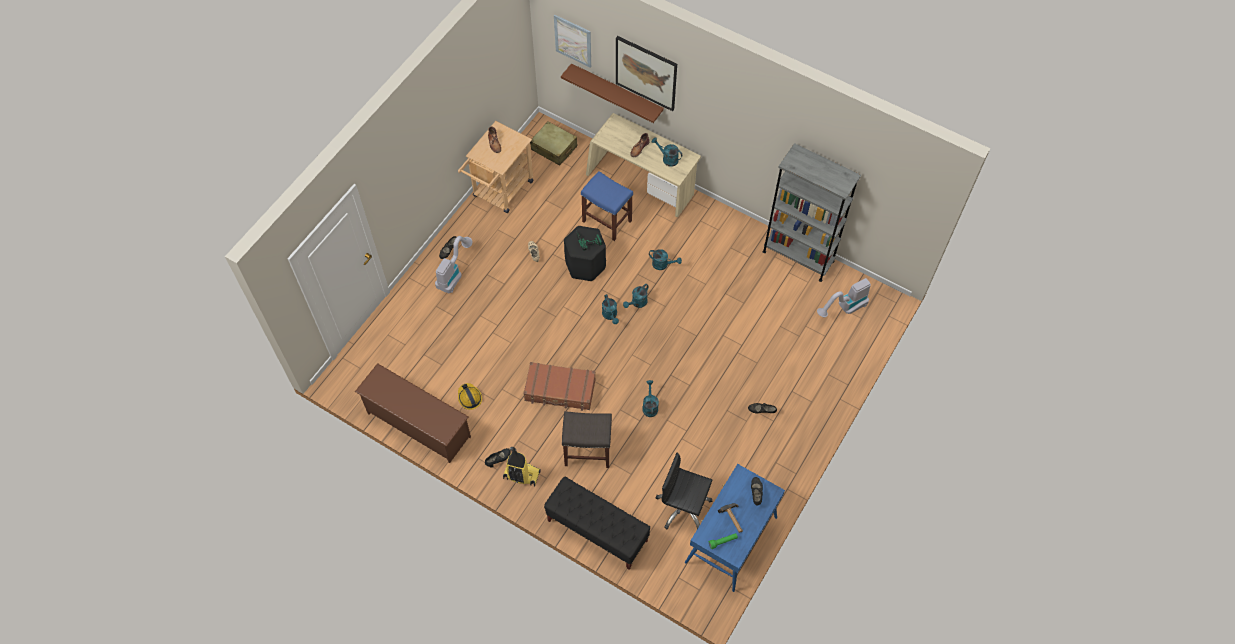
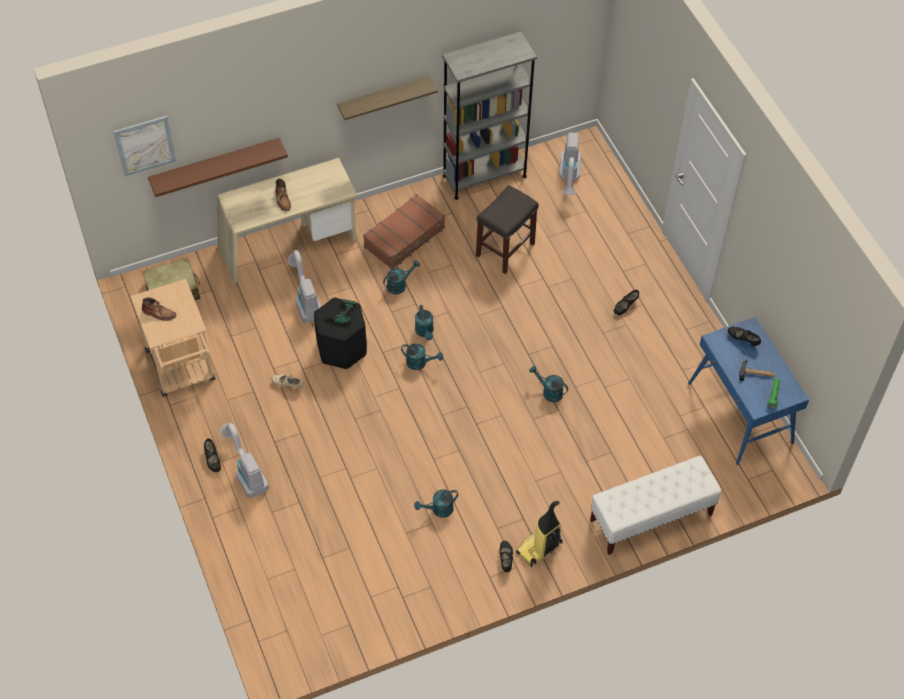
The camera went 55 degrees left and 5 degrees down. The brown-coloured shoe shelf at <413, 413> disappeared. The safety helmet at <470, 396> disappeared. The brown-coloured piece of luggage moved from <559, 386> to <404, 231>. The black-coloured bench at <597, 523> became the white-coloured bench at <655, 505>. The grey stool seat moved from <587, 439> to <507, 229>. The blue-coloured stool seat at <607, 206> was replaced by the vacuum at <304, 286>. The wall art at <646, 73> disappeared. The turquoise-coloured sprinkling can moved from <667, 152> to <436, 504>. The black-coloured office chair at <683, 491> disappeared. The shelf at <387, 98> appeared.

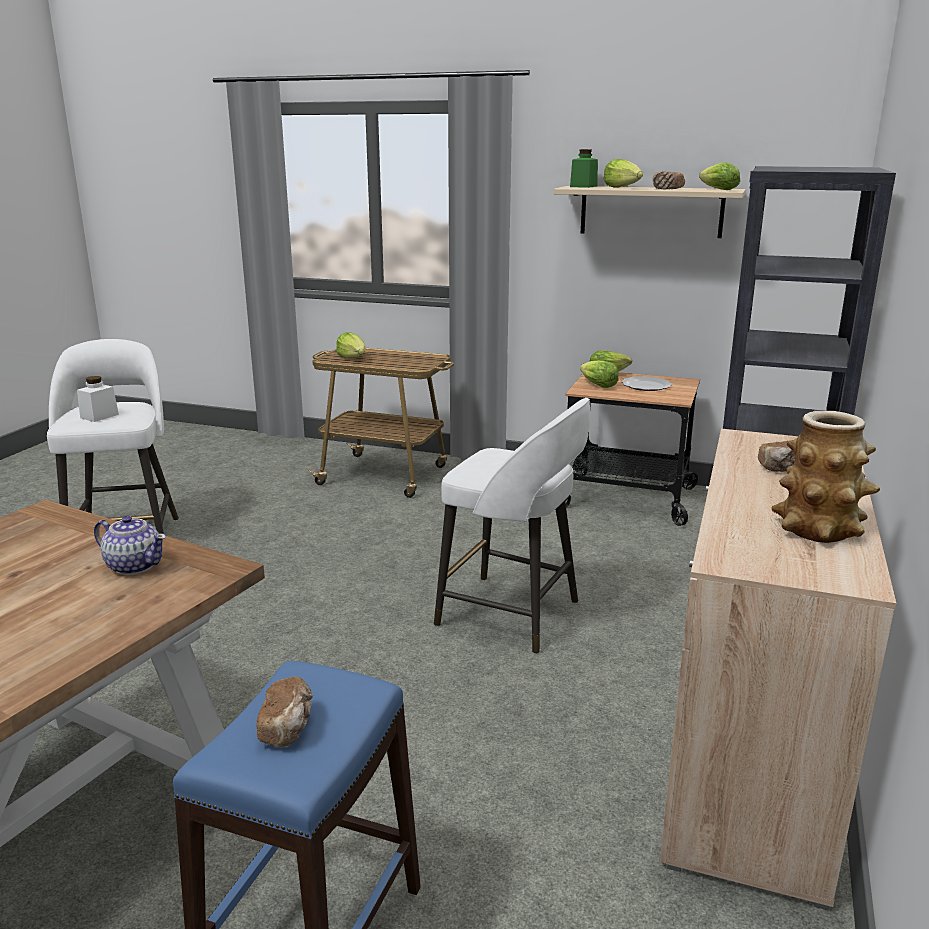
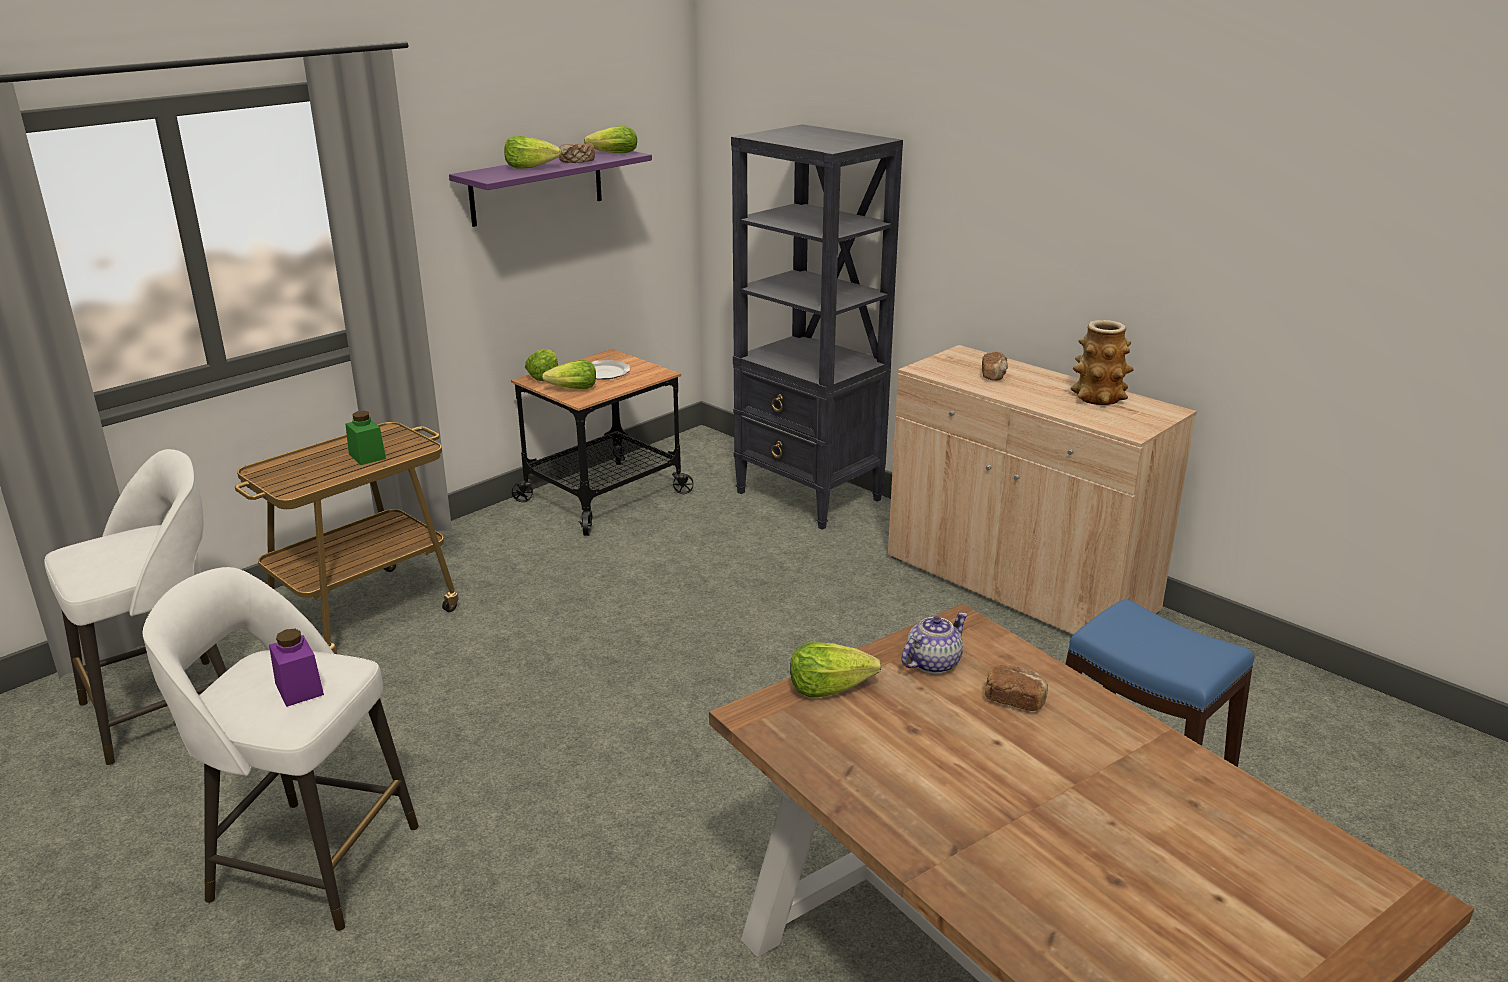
The camera went 65 degrees left and 5 degrees up. The white-coloured storage jar at <98, 399> became the purple-coloured storage jar at <296, 668>. The bread moved from <284, 712> to <1016, 688>. The head of lettuce moved from <351, 345> to <836, 670>. The white-coloured stool seat moved from <512, 526> to <135, 607>. The sand-coloured shelf at <649, 212> became the purple-coloured shelf at <550, 188>. The green storage jar moved from <584, 168> to <365, 438>.

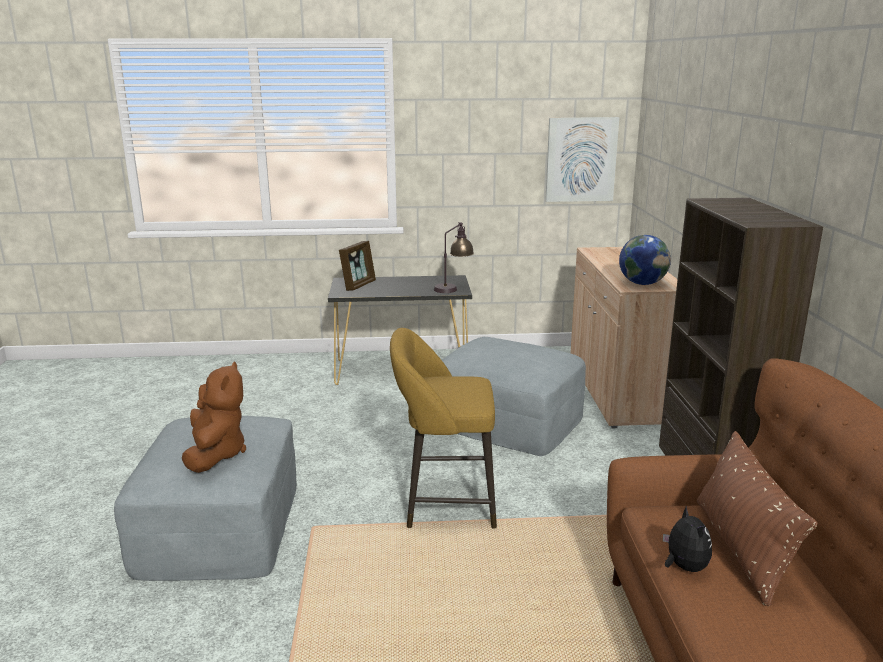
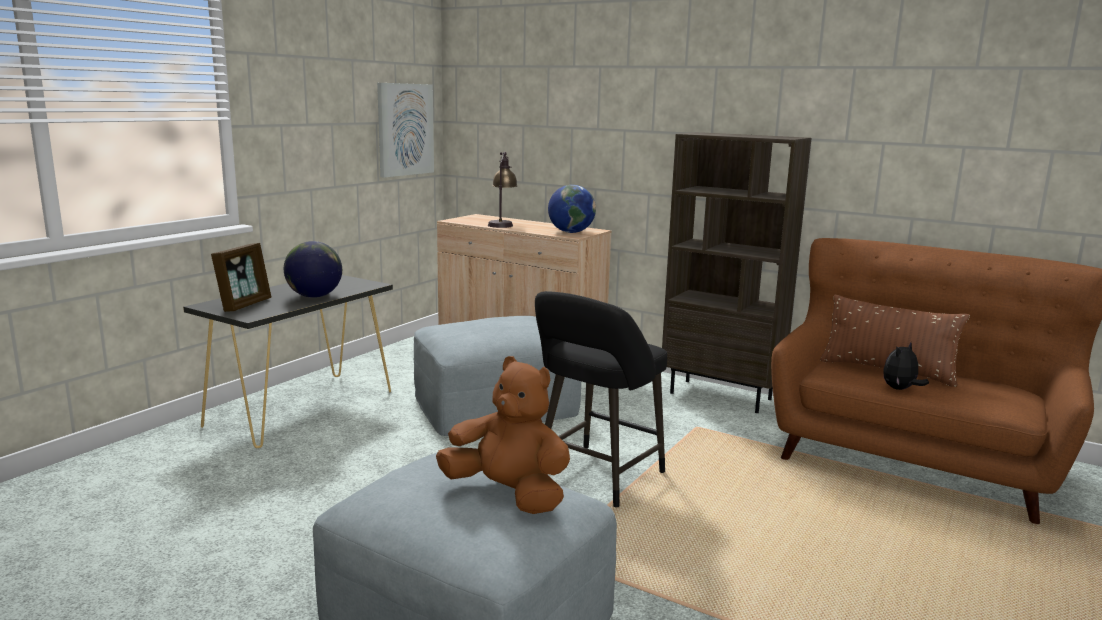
The camera went 55 degrees left and 5 degrees down. The standing frame at <357, 266> turned 45 degrees clockwise. The yellowish stool seat at <443, 428> became the black-coloured stool seat at <601, 399>. The lamp for a table moved from <454, 257> to <503, 190>. The soft toy at <687, 539> turned 60 degrees counterclockwise. The globe at <313, 269> appeared.

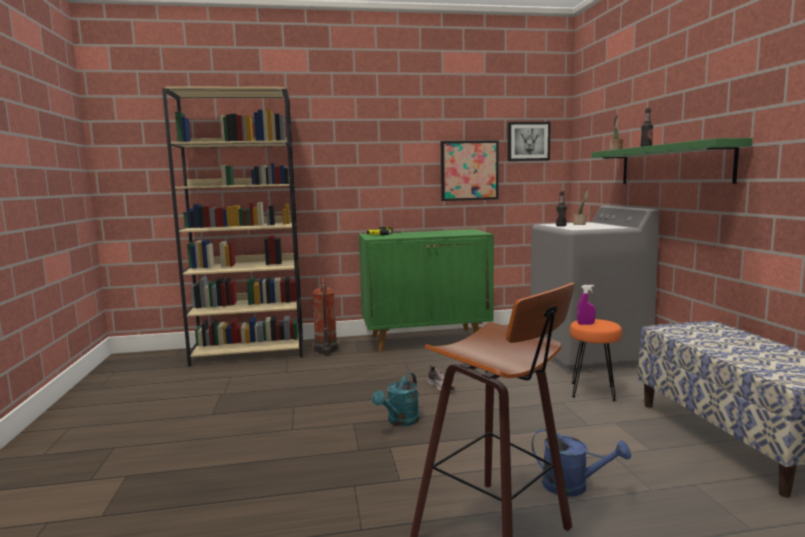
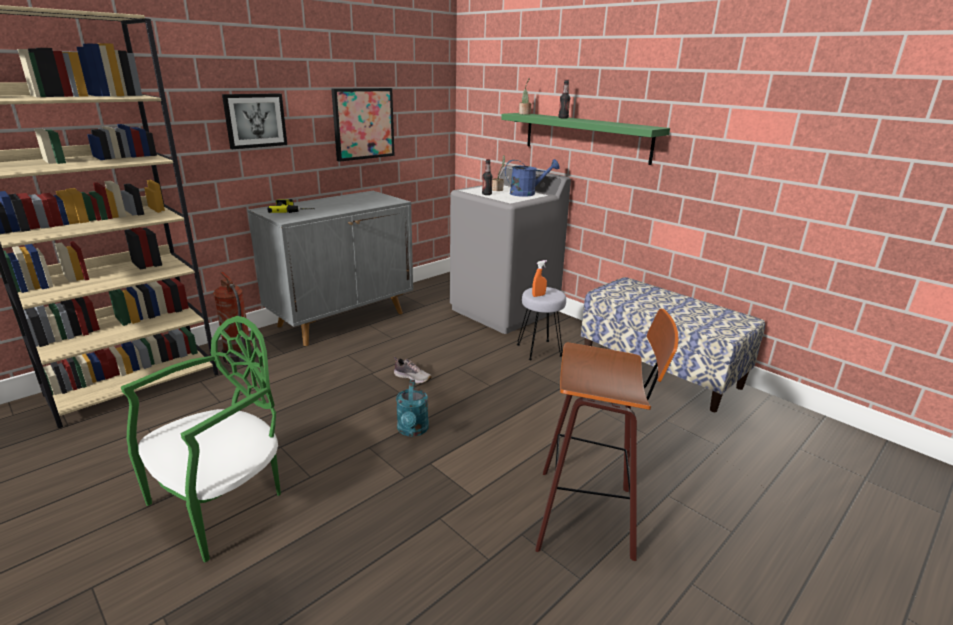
The camera went 35 degrees left and 15 degrees up. The green cupboard at <426, 290> became the grey cupboard at <330, 268>. The wall art moved from <529, 141> to <254, 121>. The blue-coloured sprinkling can moved from <581, 463> to <532, 178>. The orange stool seat at <596, 360> became the grey stool seat at <541, 323>. The purple-coloured hand sprayer at <586, 305> became the orange hand sprayer at <539, 278>. The green chair at <201, 439> appeared.

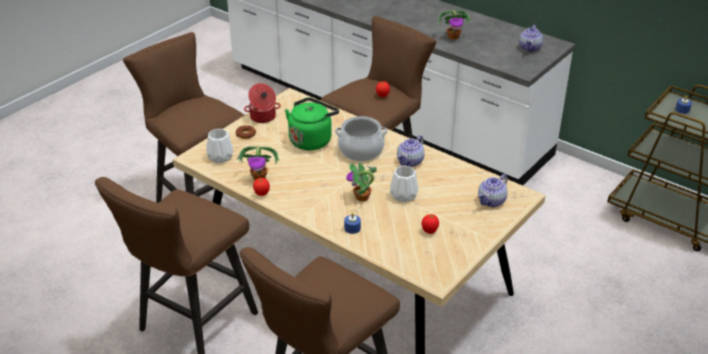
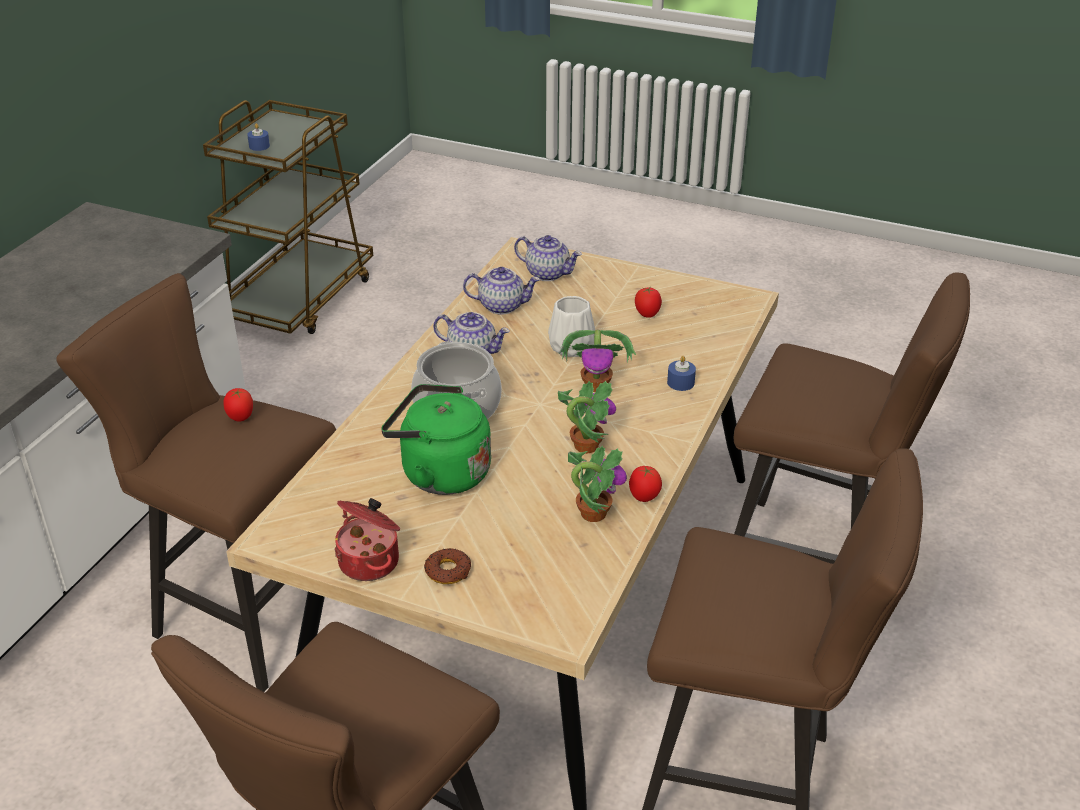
The camera went 105 degrees left and 0 degrees up. The white-coloured vase at <219, 146> disappeared. The potted plant moved from <455, 25> to <587, 417>. The tea pot moved from <531, 38> to <501, 291>.

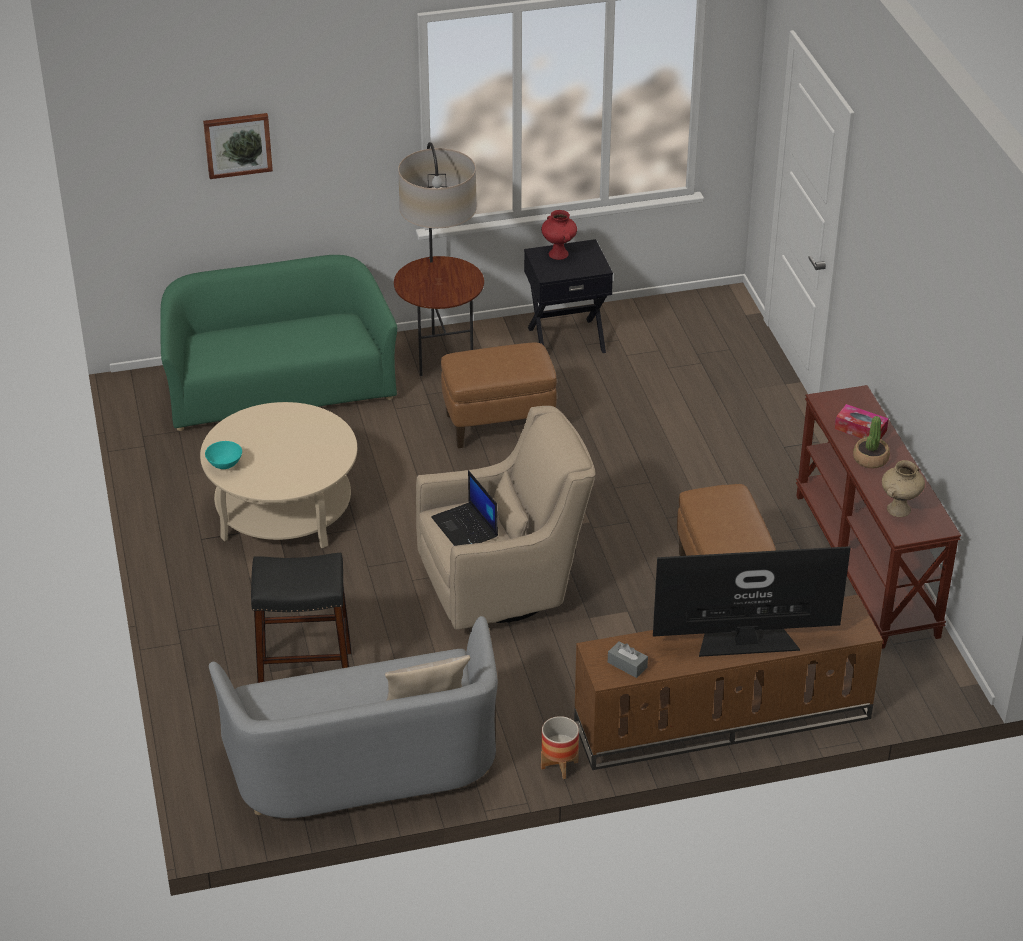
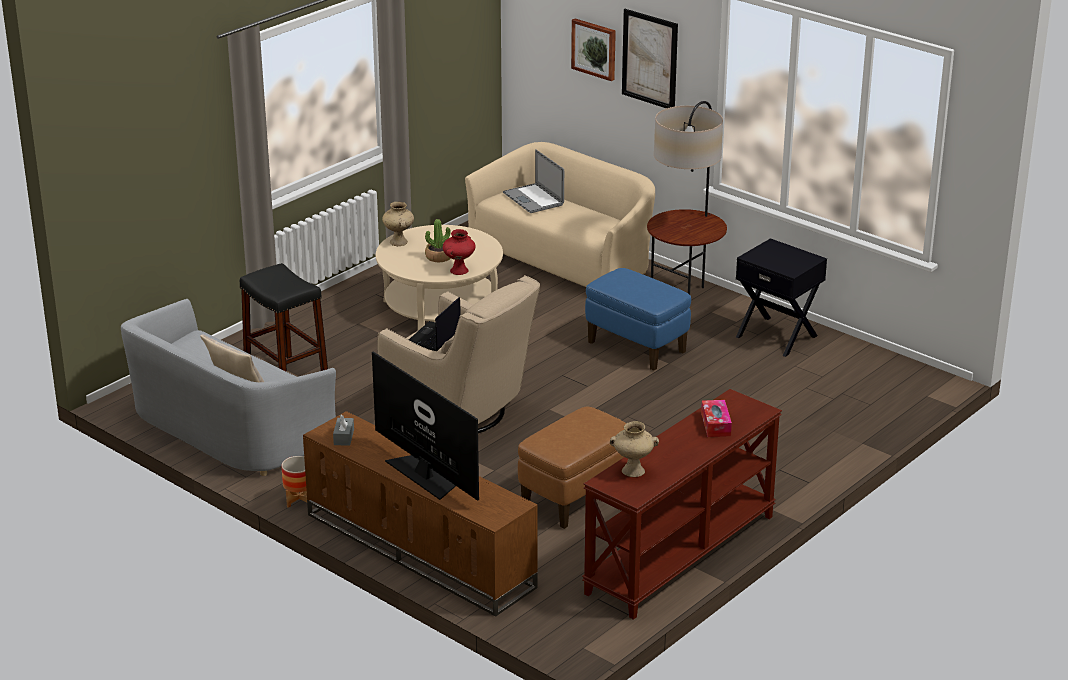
The camera went 55 degrees right and 10 degrees down. The green couch at <278, 343> became the sand-coloured couch at <560, 214>. The turquoise-coloured serving bowl at <223, 455> was replaced by the sand-coloured vase at <398, 223>. The brown-coloured pouffe at <499, 395> became the blue-coloured pouffe at <638, 319>. The red-coloured vase moved from <559, 235> to <459, 252>. The potted plant moved from <871, 442> to <438, 240>. The notebook computer at <533, 181> appeared. The wall art at <650, 58> appeared.

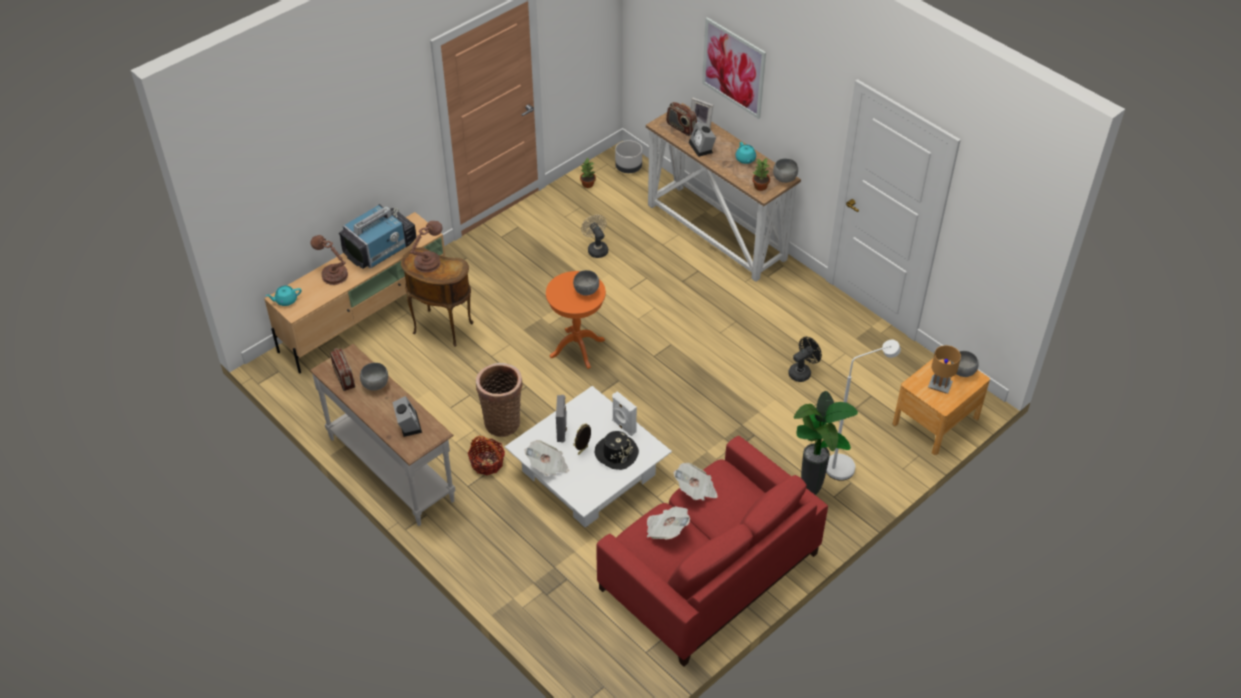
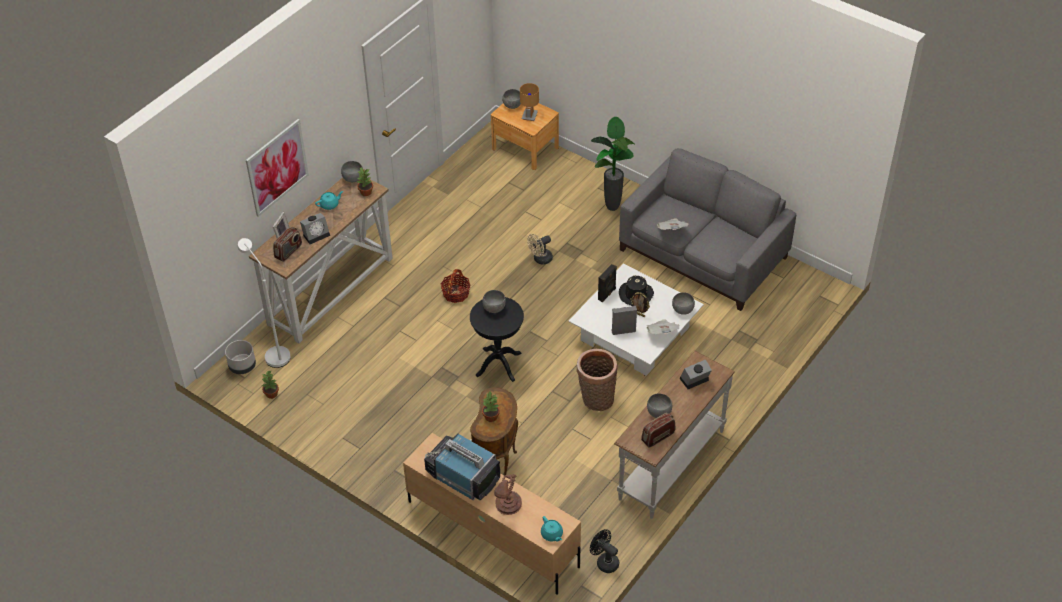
The camera went 100 degrees left and 0 degrees up. The brown-coloured lamp for a table at <426, 247> was replaced by the potted plant at <491, 407>. The basket moved from <486, 455> to <456, 286>. The orange accent table at <576, 320> became the black-coloured accent table at <497, 339>. The sand-coloured electric fan moved from <594, 236> to <540, 249>. The red-coloured couch at <712, 551> became the grey couch at <707, 229>. The white-coloured loudspeaker at <624, 413> became the black-coloured loudspeaker at <607, 283>. The printed paper at <668, 522> disappeared. The black-coloured electric fan moved from <805, 359> to <604, 551>. The white-coloured standard lamp moved from <863, 410> to <264, 303>. The grey serving bowl at <683, 303> appeared.

